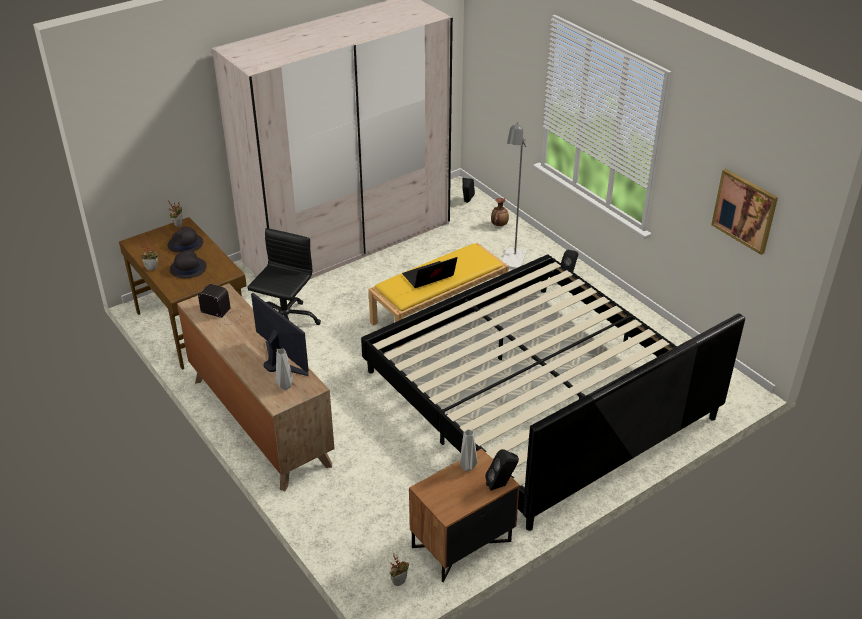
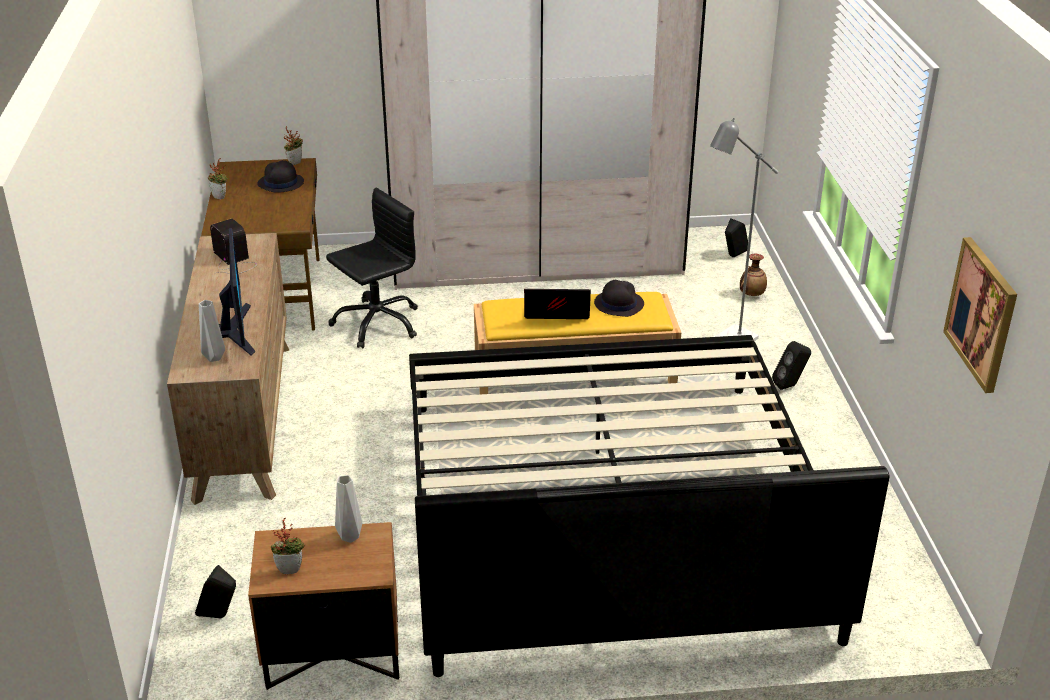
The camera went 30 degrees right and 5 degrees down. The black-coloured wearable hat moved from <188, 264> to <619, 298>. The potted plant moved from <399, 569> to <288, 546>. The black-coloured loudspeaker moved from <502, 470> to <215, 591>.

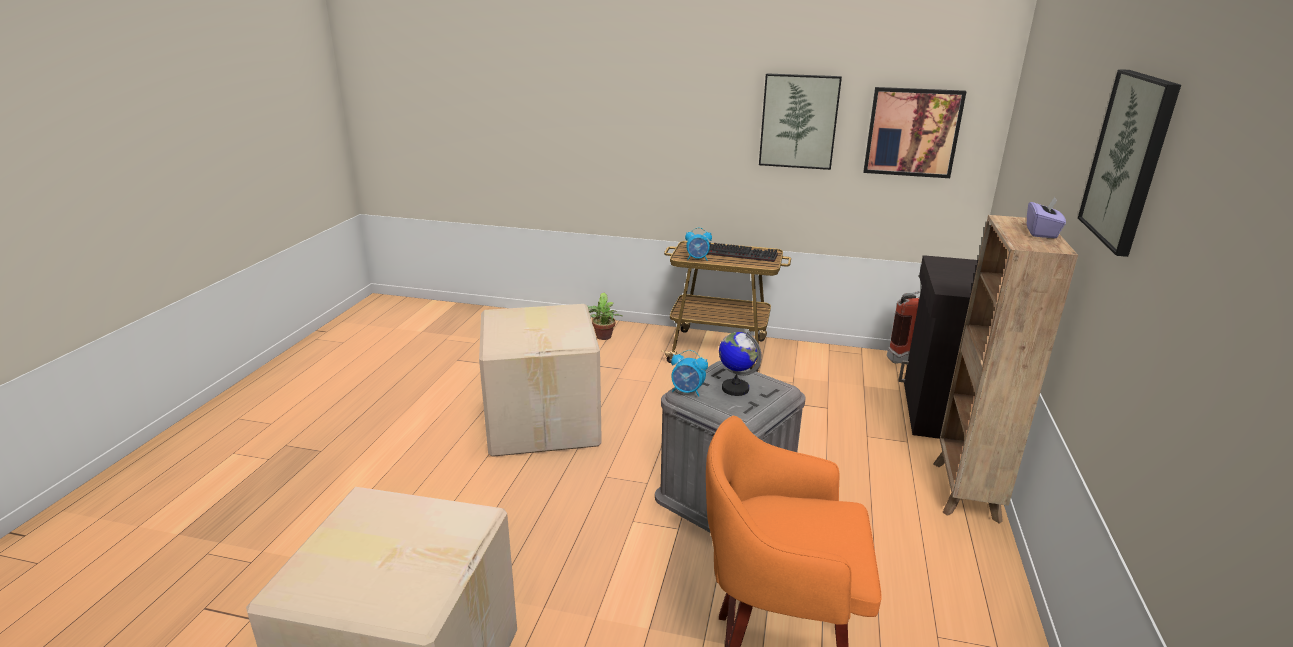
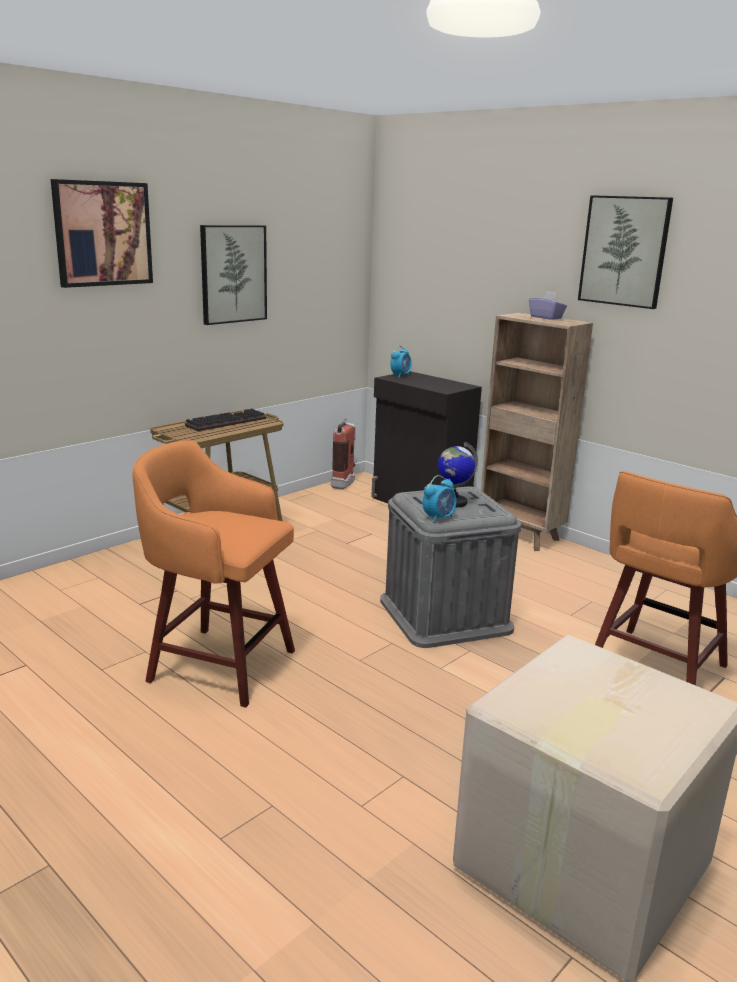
The camera went 60 degrees left and 5 degrees down. The packing box at <540, 380> was replaced by the orange stool seat at <213, 574>. The potted plant at <605, 316> disappeared. The table clock moved from <698, 244> to <401, 361>. The wall art moved from <915, 132> to <102, 233>.

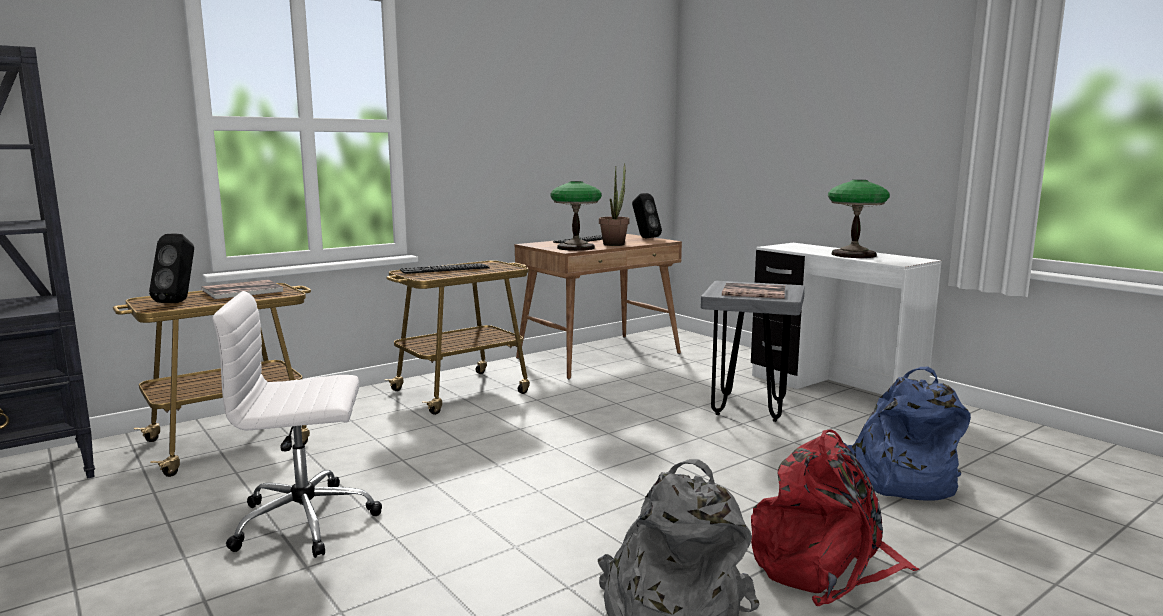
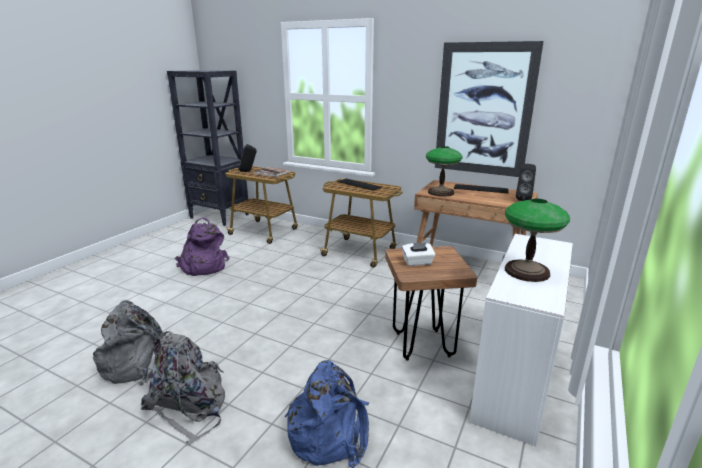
The camera went 65 degrees right and 10 degrees up. The white-coloured office chair at <297, 424> was replaced by the purple-coloured rucksack at <202, 246>. The potted plant at <614, 204> disappeared. The grey stool seat at <753, 351> became the brown-coloured stool seat at <431, 303>. The volume at <753, 291> was replaced by the white-coloured tissue box at <418, 254>. The red-coloured rucksack at <835, 518> became the grey rucksack at <183, 388>. The wall art at <489, 109> appeared.

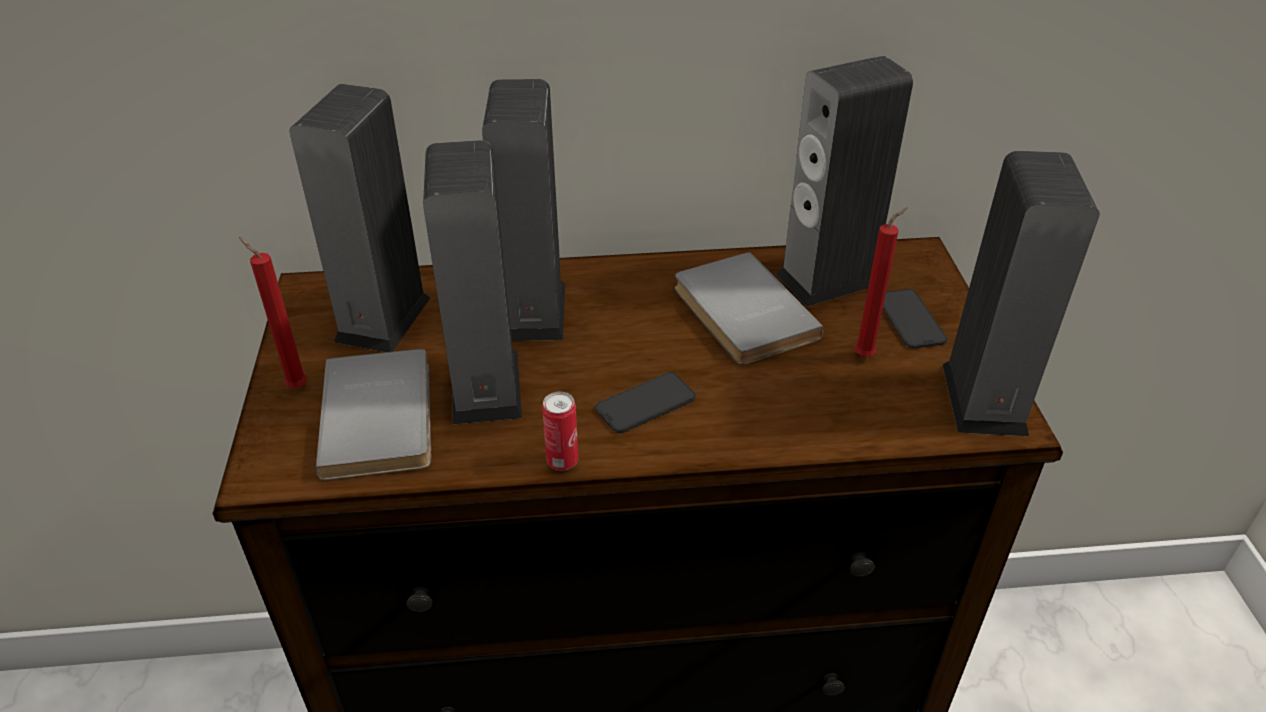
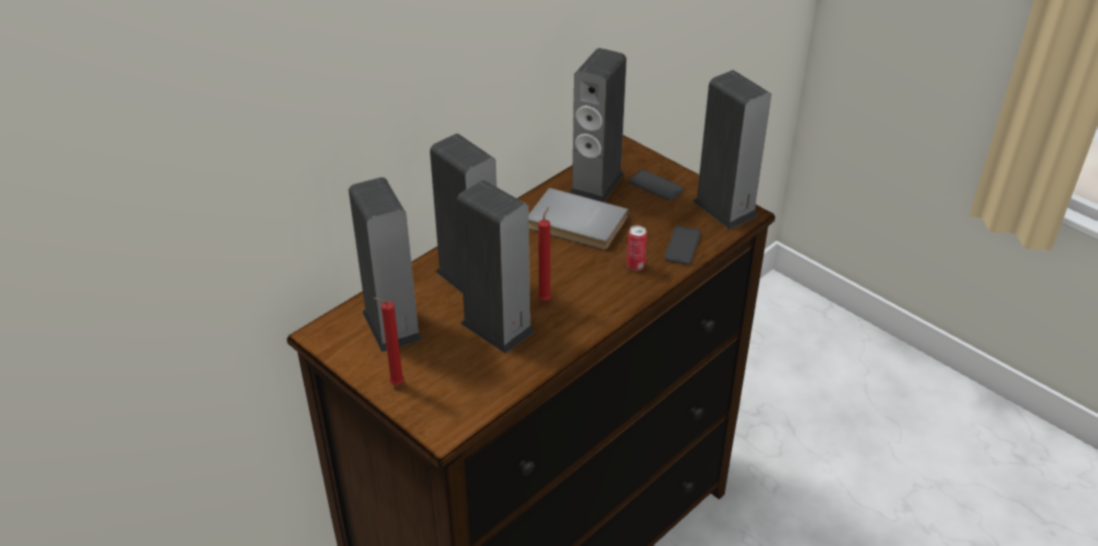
The camera went 40 degrees left and 0 degrees up. The grey volume at <373, 415> disappeared. The can moved from <560, 431> to <637, 247>. The handset moved from <645, 402> to <682, 245>. The red-coloured wax candle moved from <881, 282> to <544, 254>.

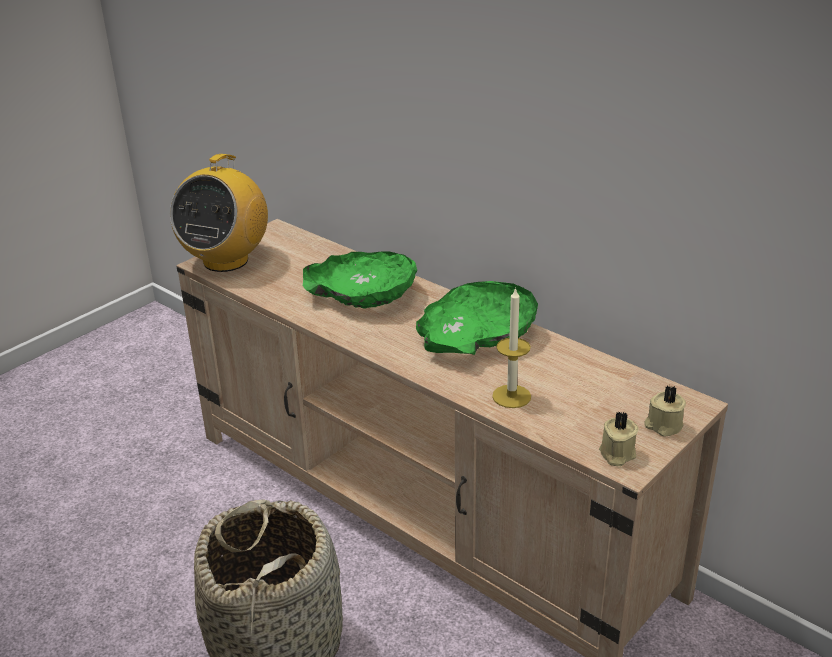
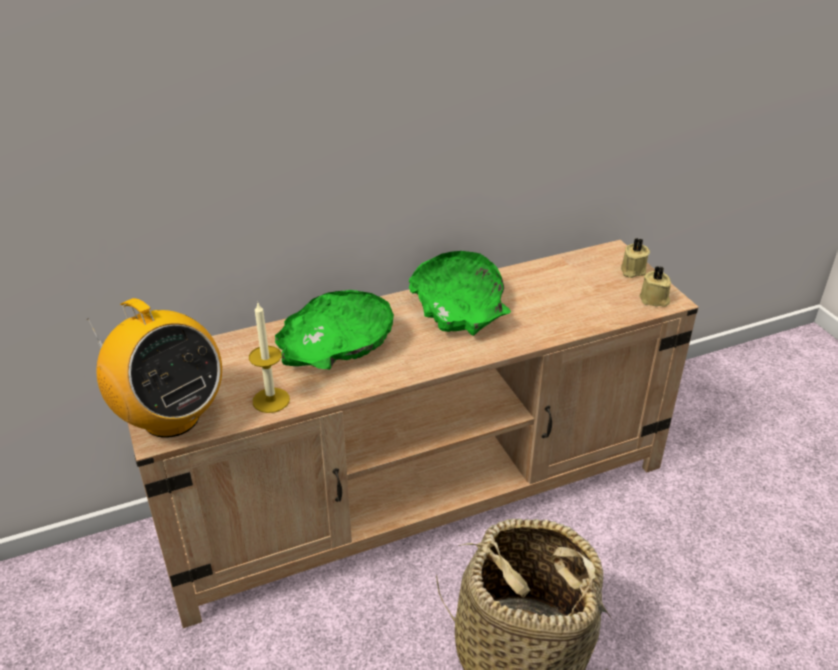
The camera went 65 degrees left and 5 degrees up. The wax candle moved from <511, 347> to <269, 357>.

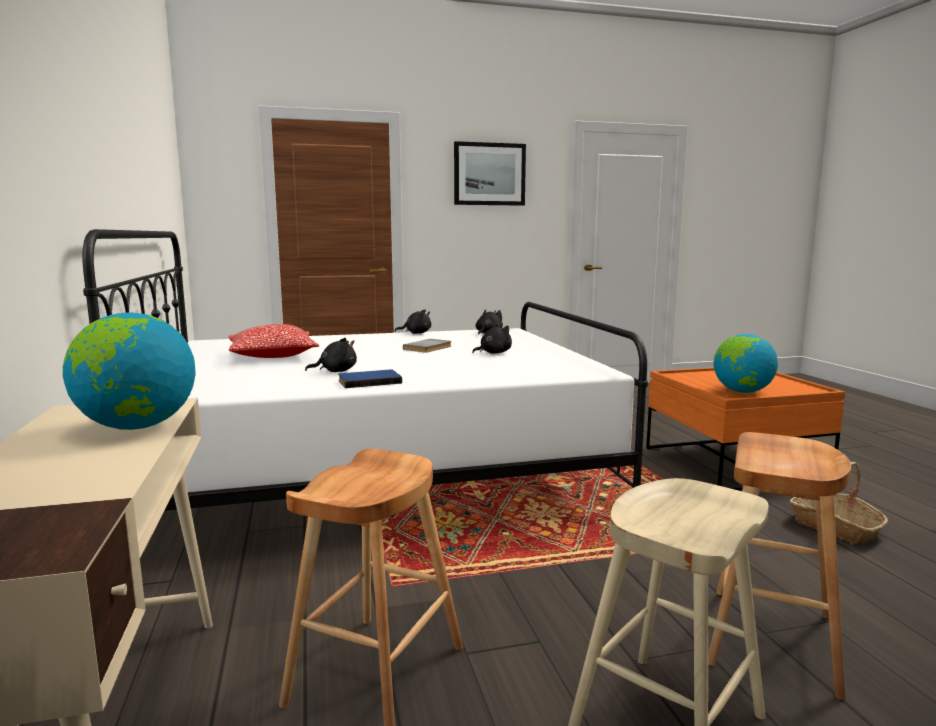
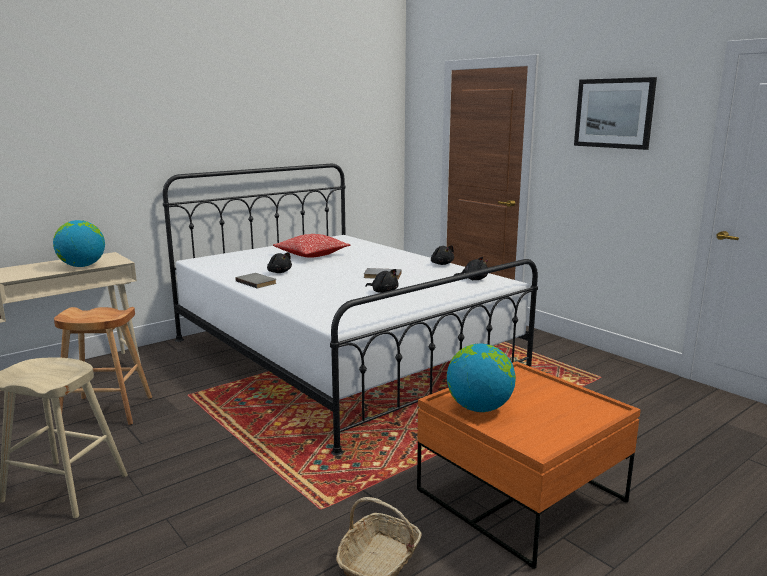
The camera went 65 degrees right and 5 degrees up. The blue-coloured volume at <370, 379> became the grey volume at <256, 280>. The brown-coloured stool seat at <779, 566> disappeared.

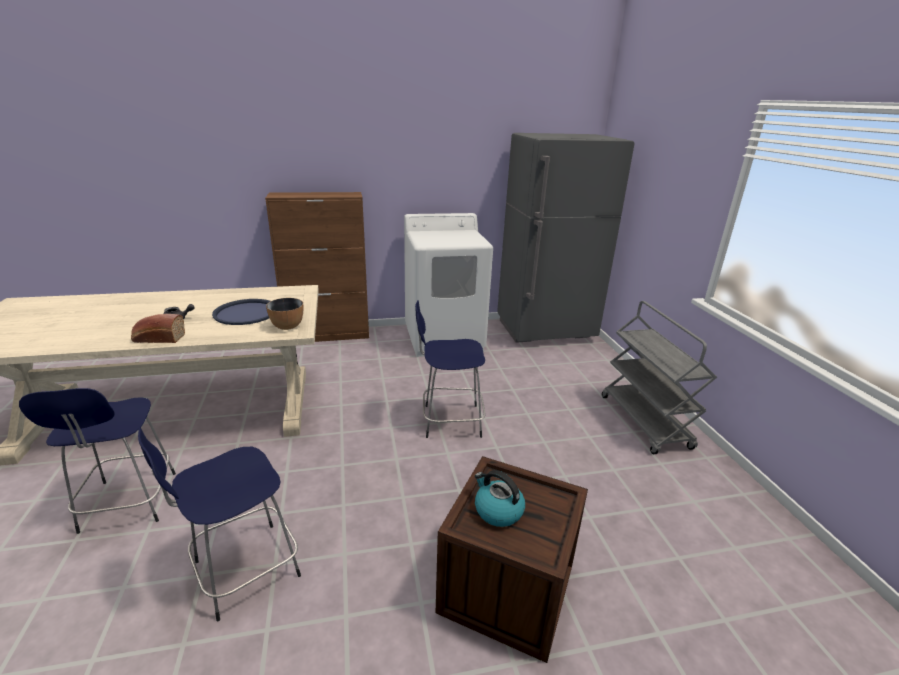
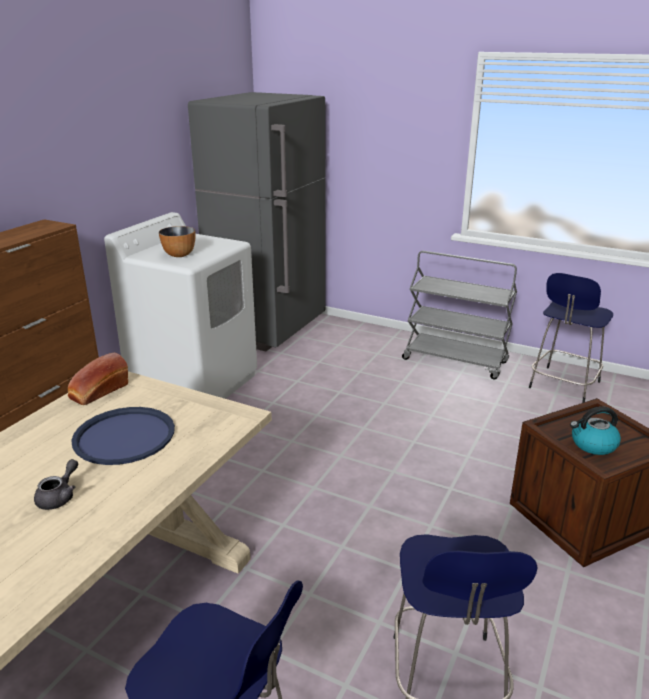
The camera went 50 degrees left and 0 degrees up. The bread moved from <158, 328> to <98, 379>. The serving bowl moved from <284, 314> to <177, 241>. The blue-coloured stool seat moved from <450, 369> to <571, 338>.

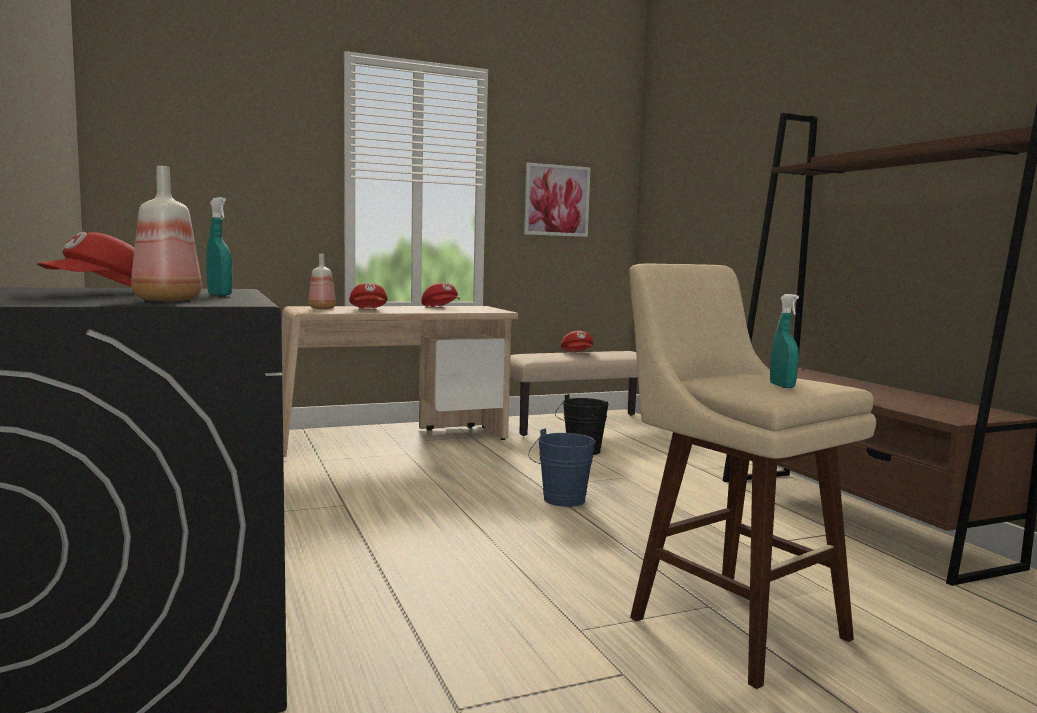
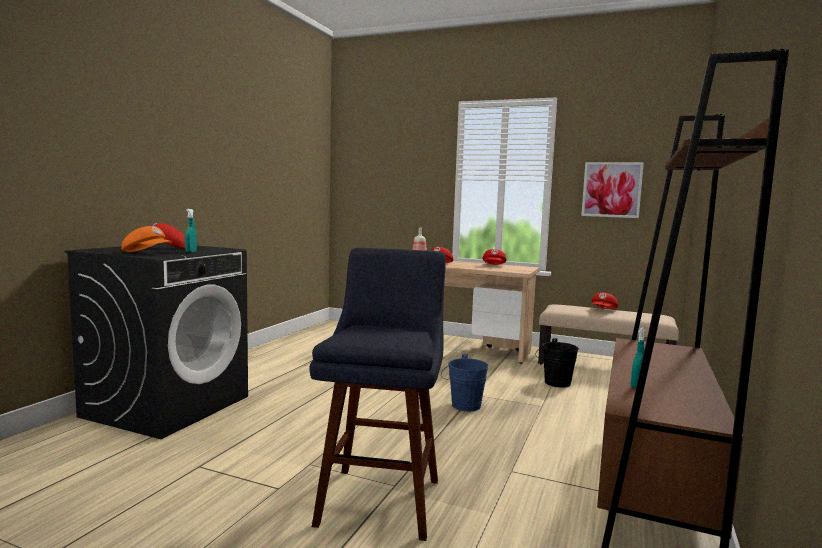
The camera went 45 degrees right and 0 degrees up. The drink bottle at <166, 233> was replaced by the orange peaked cap at <147, 239>. The sand-coloured stool seat at <752, 476> became the blue-coloured stool seat at <377, 394>. The turquoise-coloured hand sprayer moved from <784, 341> to <638, 358>.

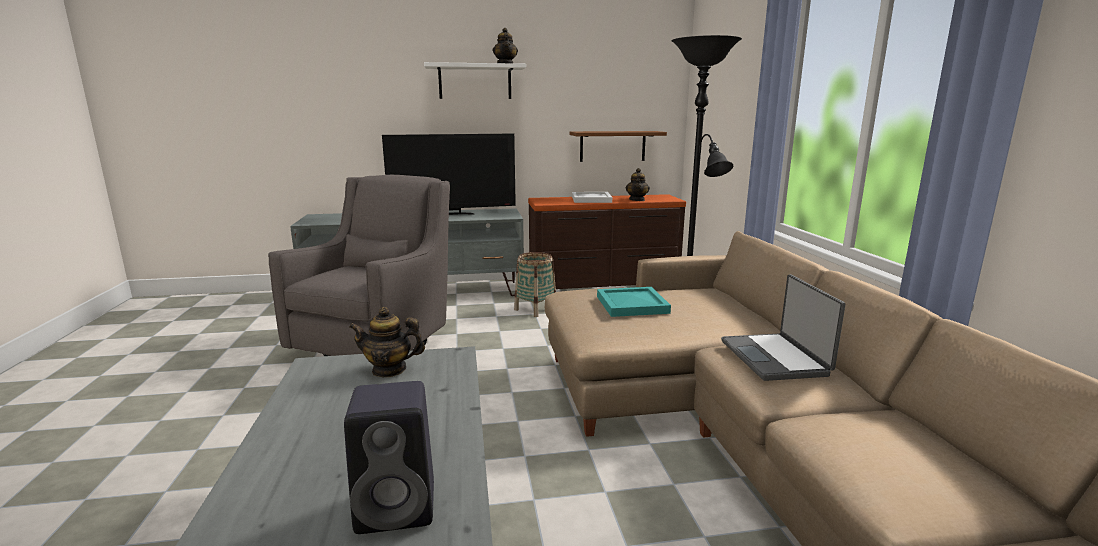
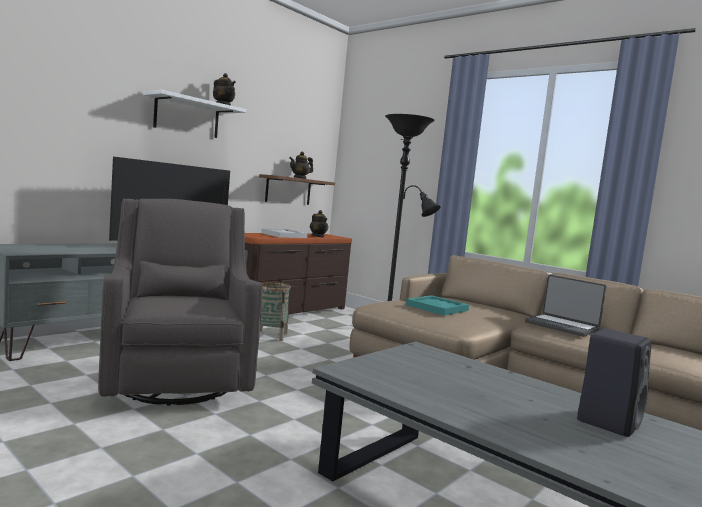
The camera went 40 degrees left and 10 degrees down. The tea pot moved from <387, 342> to <301, 165>.

